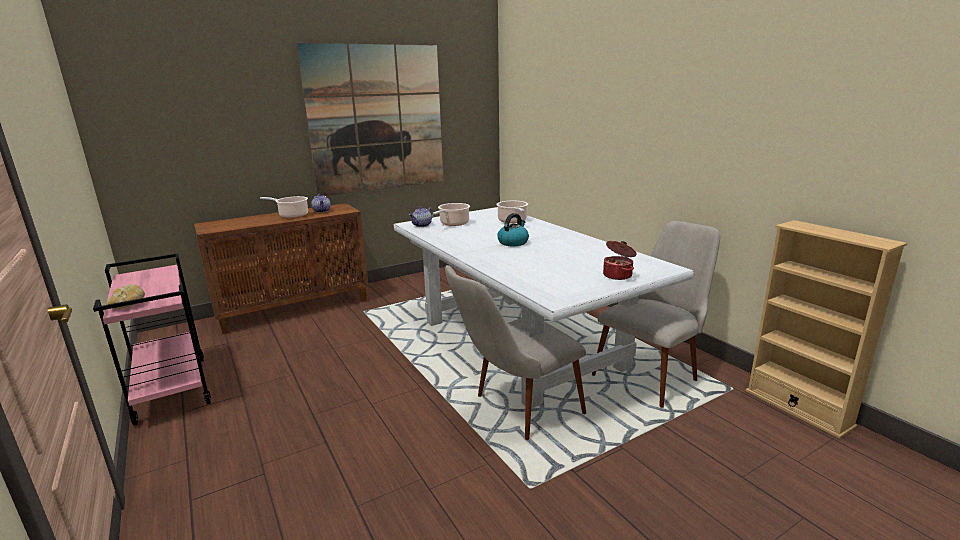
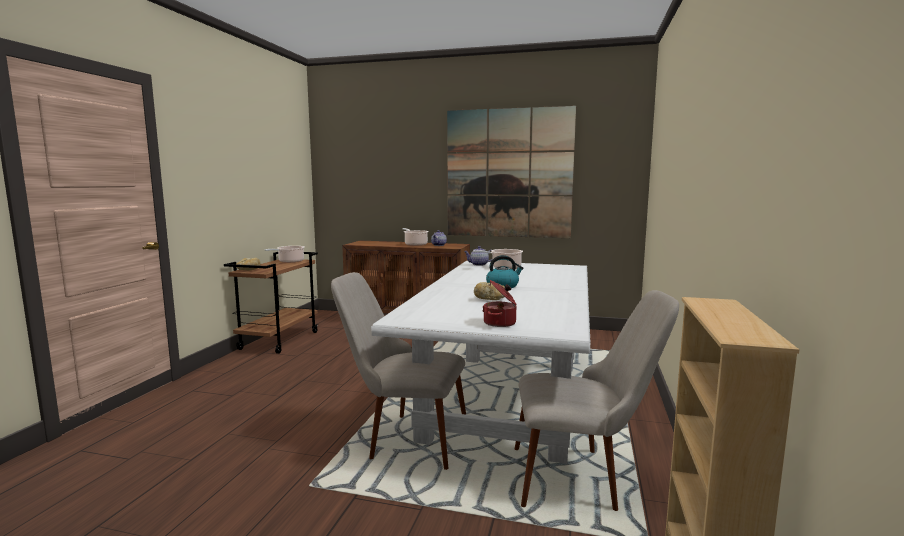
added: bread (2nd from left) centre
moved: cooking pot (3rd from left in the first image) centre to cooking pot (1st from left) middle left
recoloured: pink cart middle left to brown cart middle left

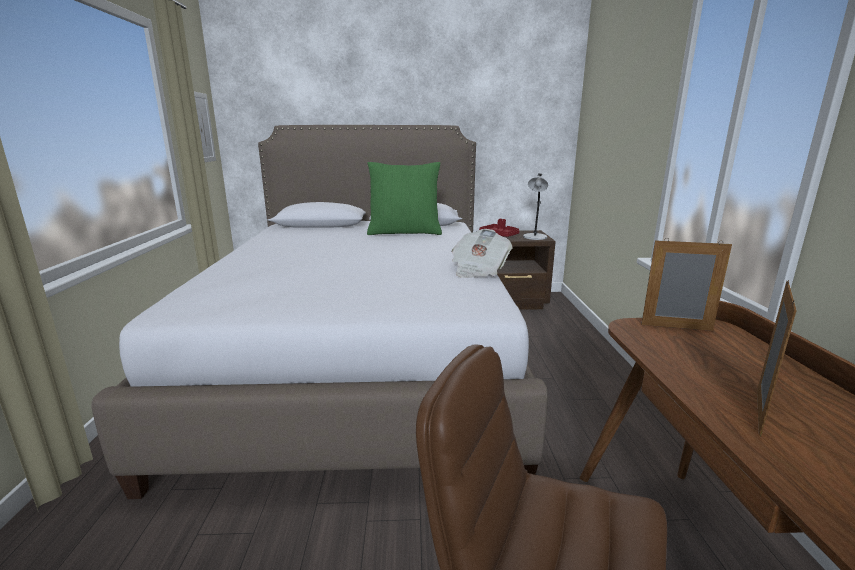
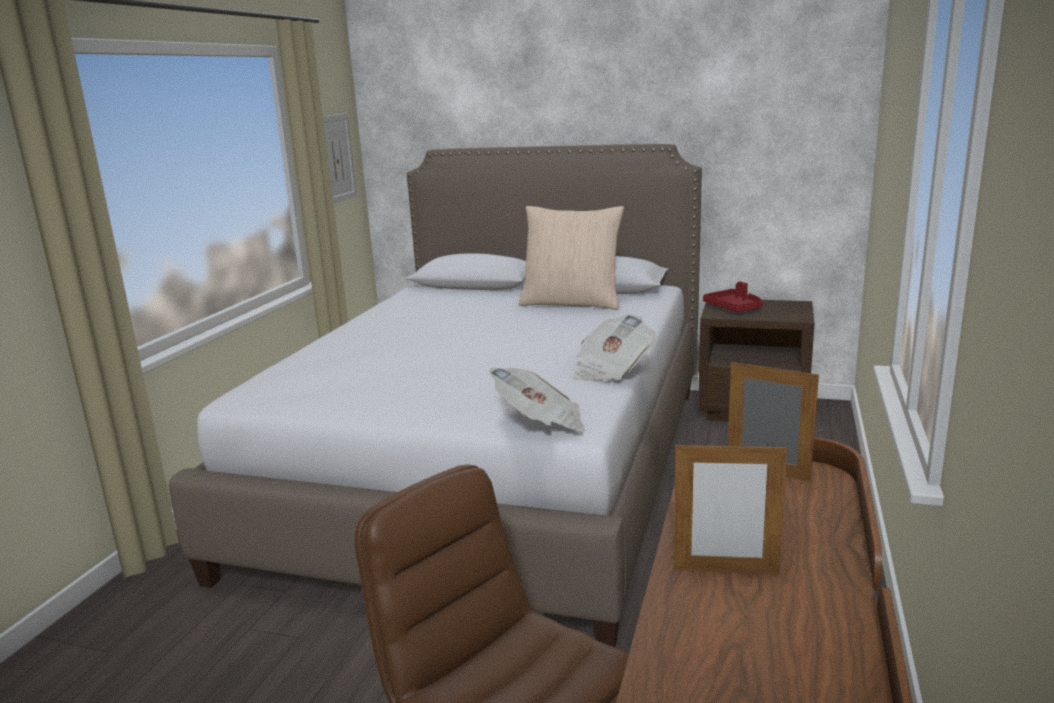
removed: grey table lamp centre
added: newspaper (1st from left) centre
recoloured: green pillow centre to beige pillow centre
turned: picture frame (2nd from left in the first image) middle right = bottom right 45 degrees clockwise

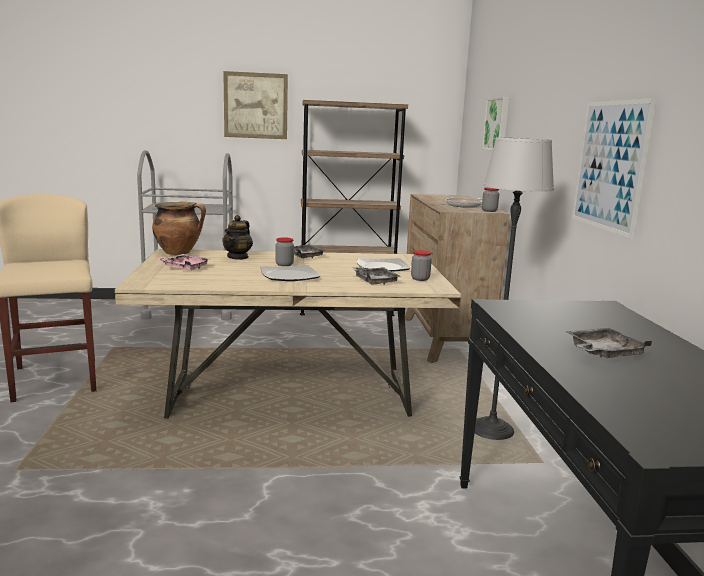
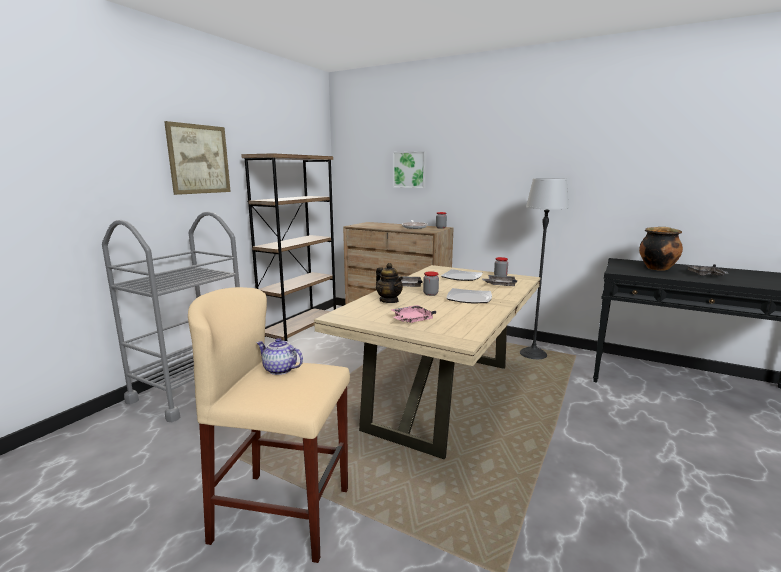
removed: picture (3rd from left) top right
added: teapot (1st from left) centre
moved: cooking pot middle left to middle right

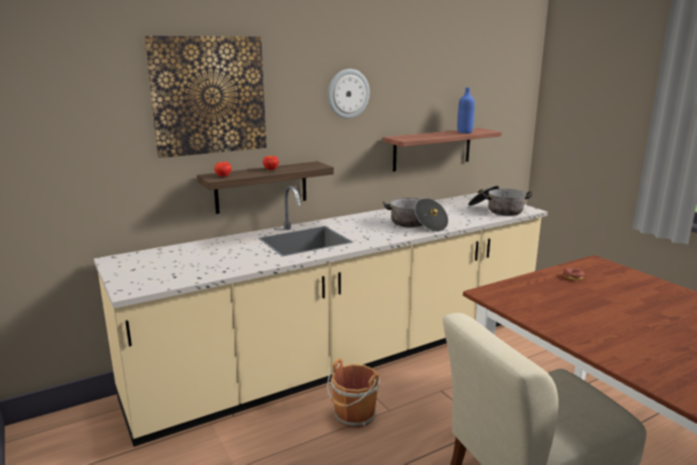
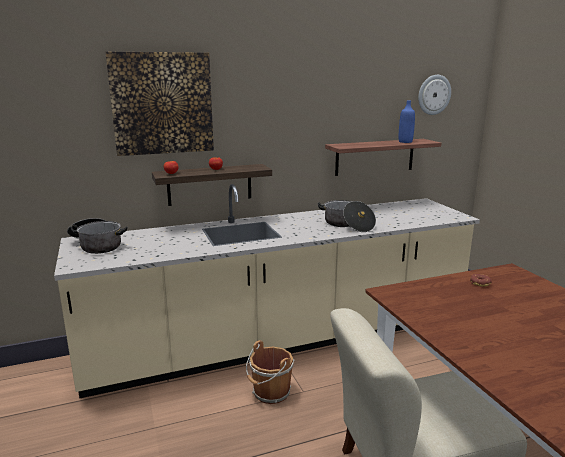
moved: cooking pot (2nd from left in the first image) middle right to cooking pot (1st from left) middle left; wall clock top centre to top right

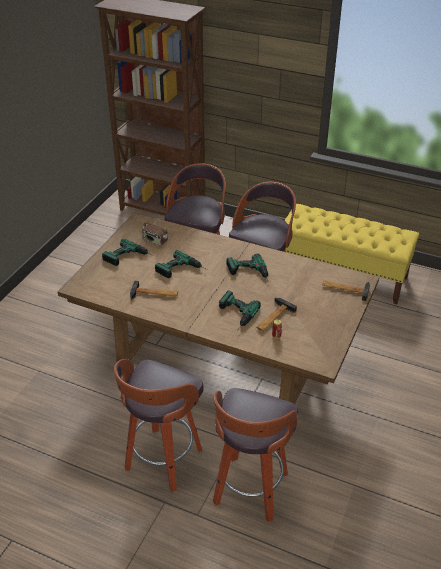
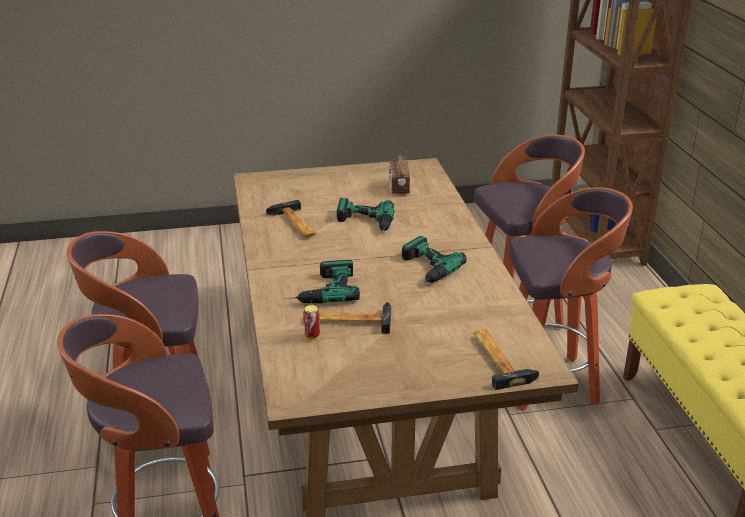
removed: power drill (1st from left) middle left

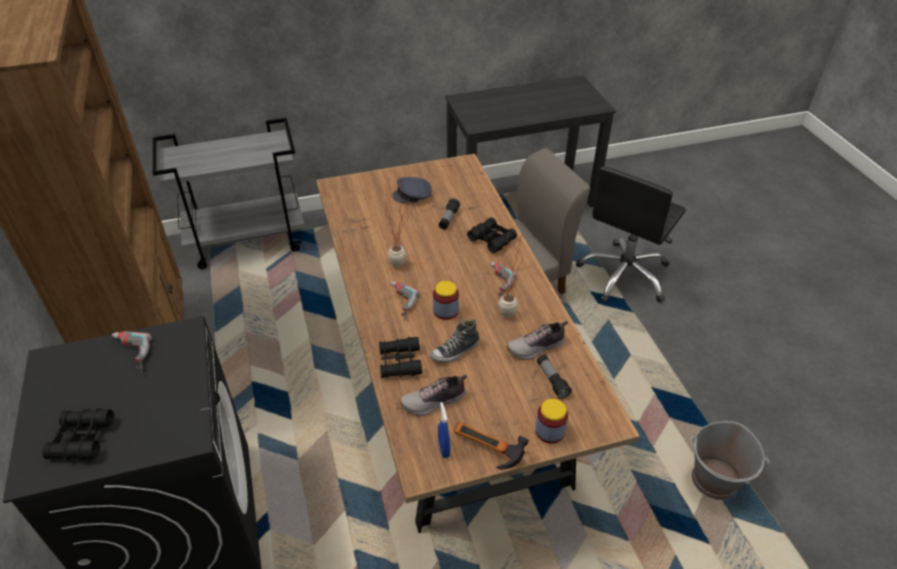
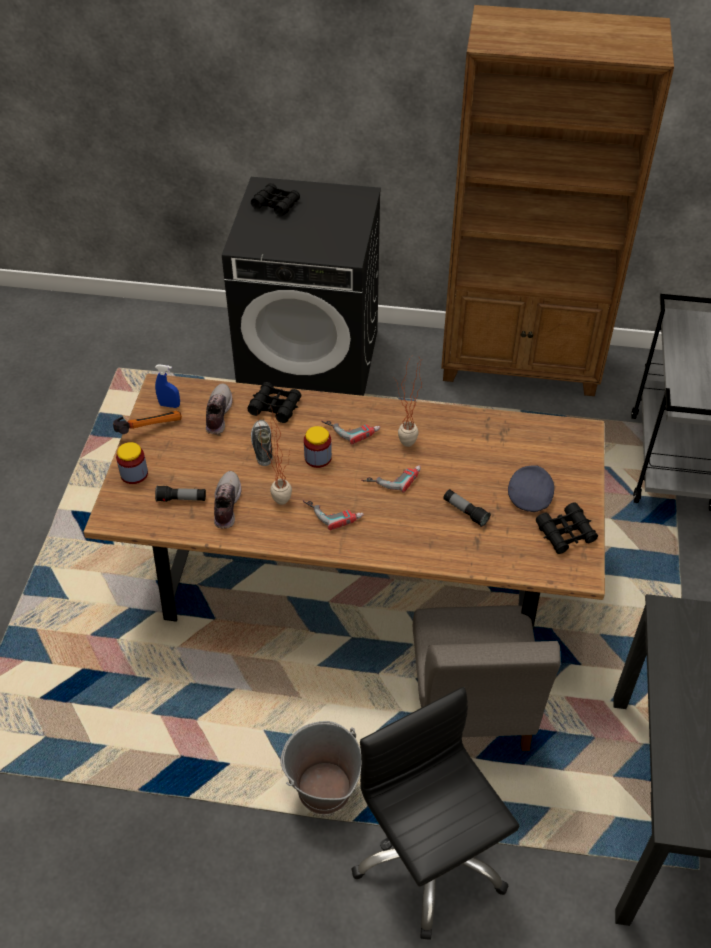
moved: grey bucket bottom right to bottom centre; power drill (1st from left in the first image) middle left to power drill (3rd from left) centre; black binoculars (3rd from left) centre to middle right

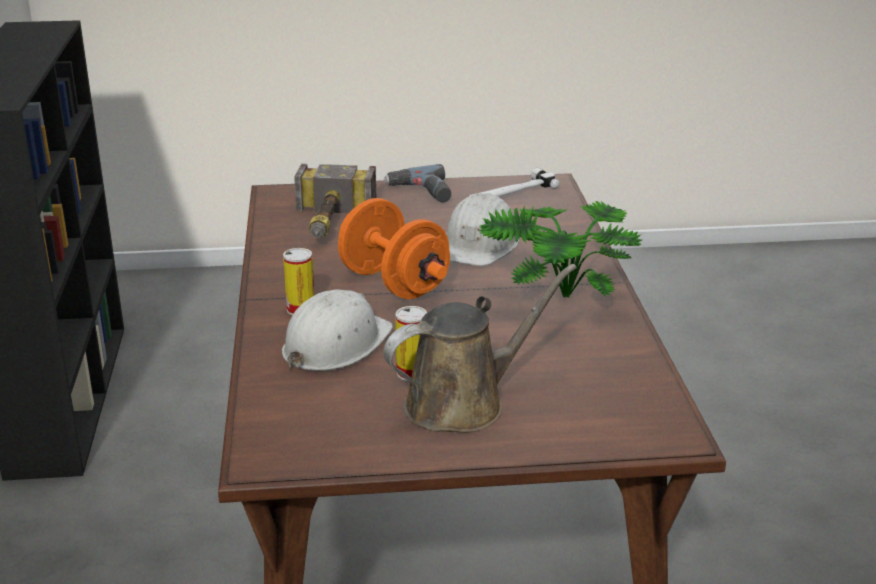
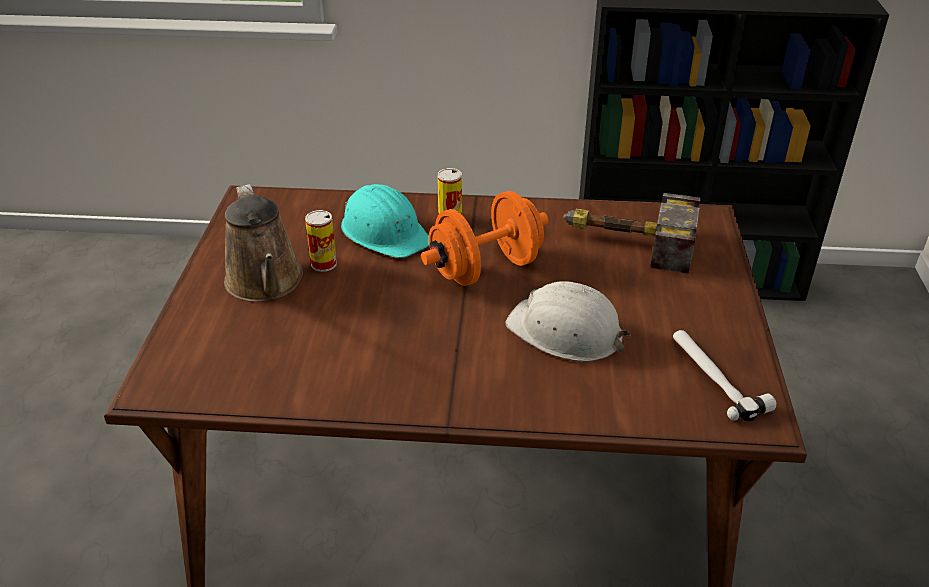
removed: power drill top centre; potted plant centre
recoloured: white hard hat (1st from left) centre to turquoise hard hat centre

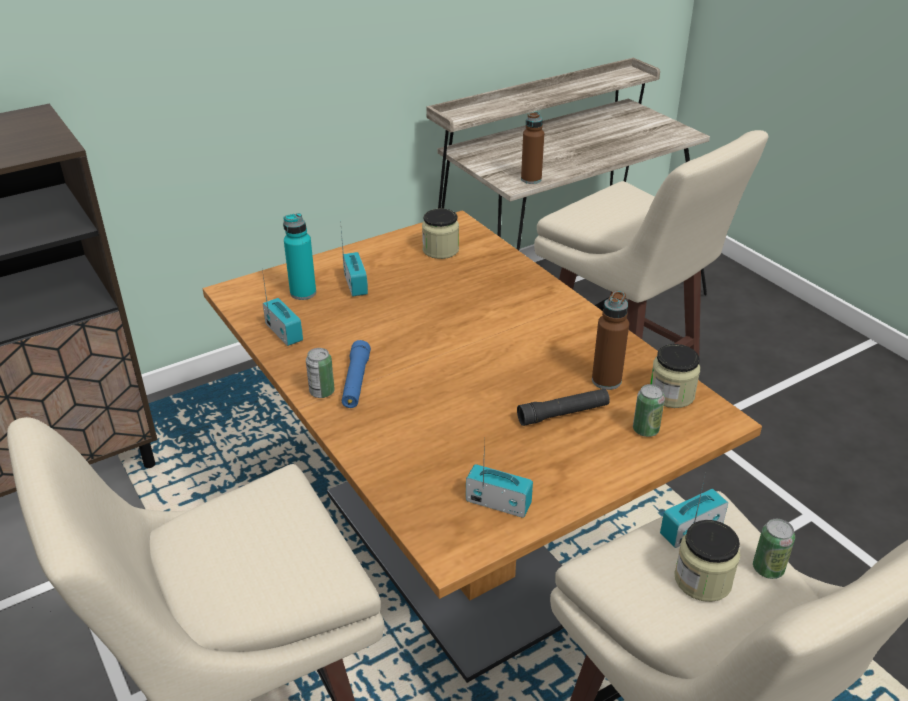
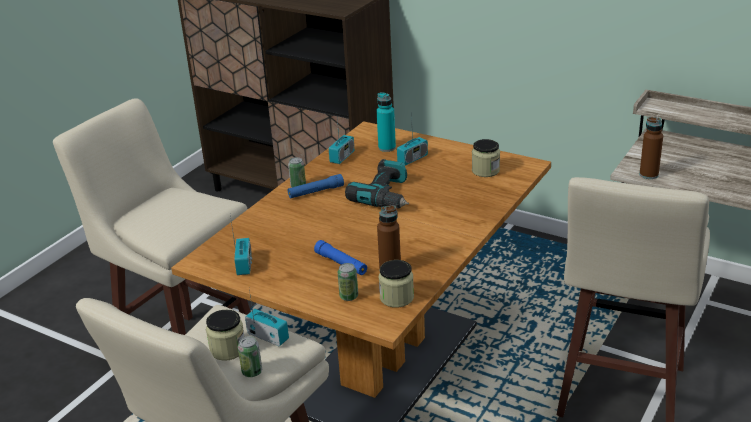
added: power drill centre
recoloured: black flashlight centre to blue flashlight (2nd from left) centre

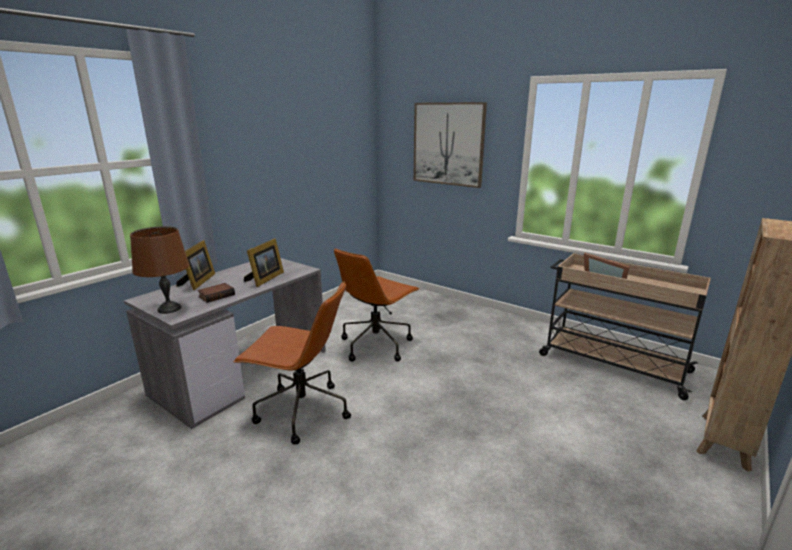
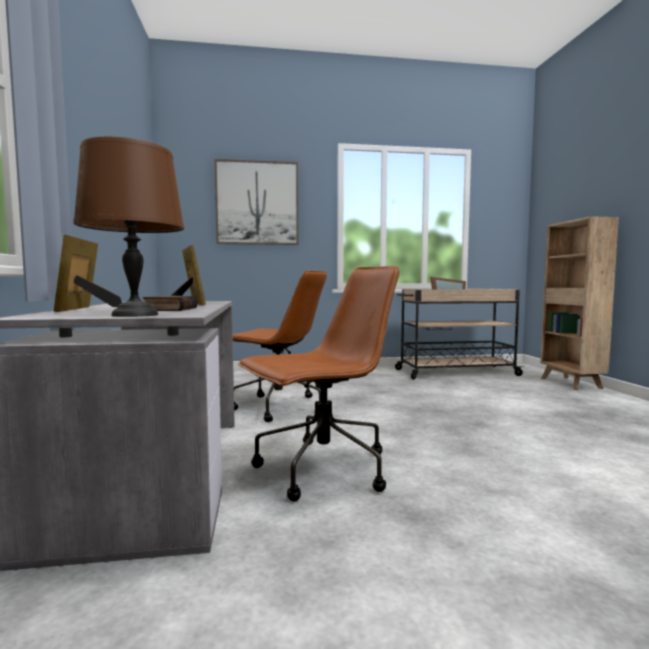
turned: picture frame (1st from left) middle left = middle left 150 degrees counterclockwise; brown office chair (2nd from left in the first image) centre = centre 60 degrees counterclockwise

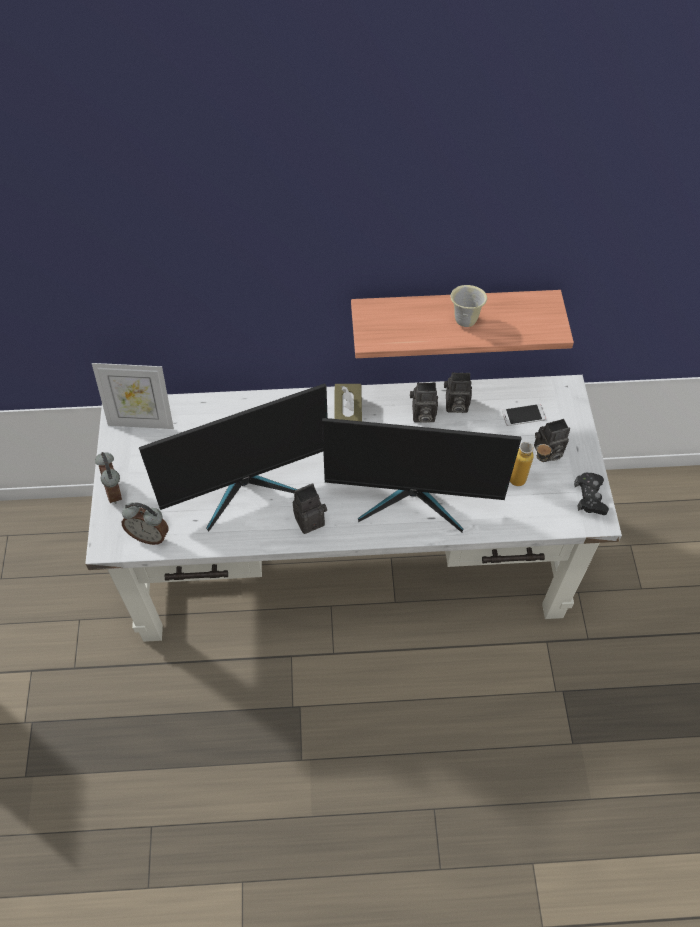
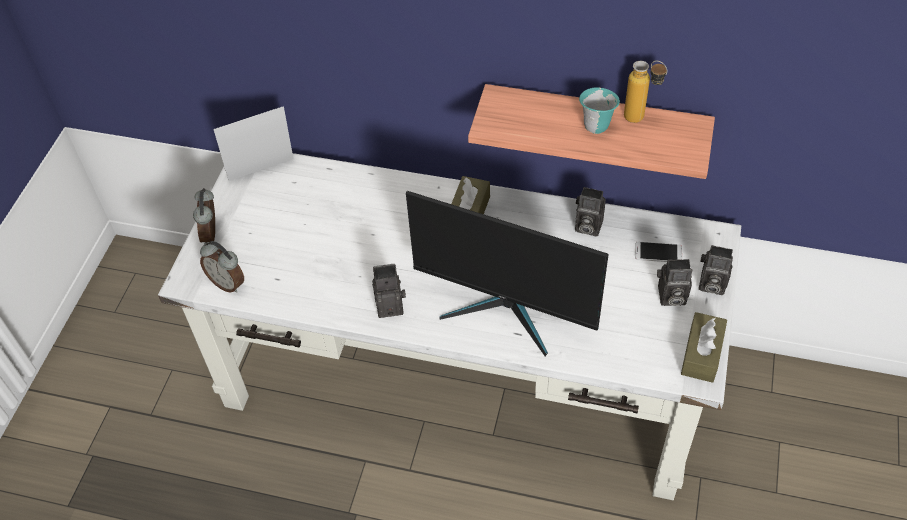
removed: monitor (1st from left) middle left
moved: bottle middle right to top right; photo camera (2nd from left in the first image) centre to photo camera (4th from left) middle right
replaced: black game controller middle right to brown tissue box (2nd from left) bottom right
recoloured: beige mug top right to turquoise mug top centre
turned: picture frame middle left = top left 135 degrees clockwise

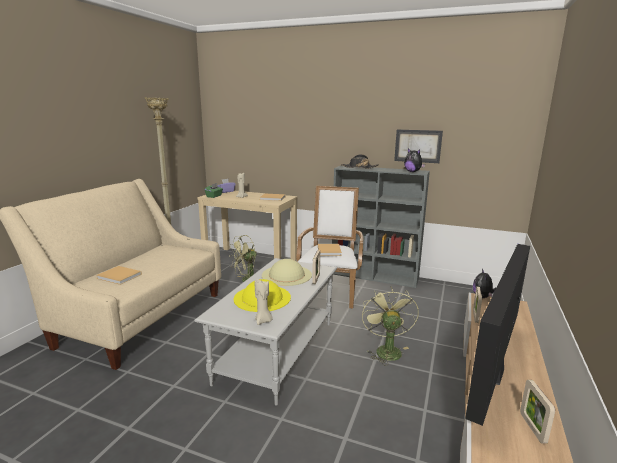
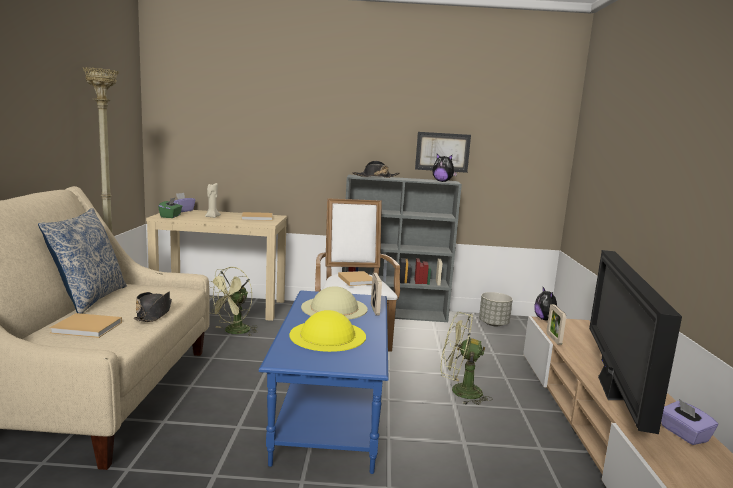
removed: beige candle (2nd from left) centre
added: pillow middle left; black hat (1st from left) middle left; grey planter middle right
replaced: picture frame (3rd from left) bottom right to purple tissue box (2nd from left) bottom right
recoloured: grey coffee table bottom centre to blue coffee table bottom centre
turned: green fan (2nd from left) bottom centre = bottom centre 60 degrees counterclockwise

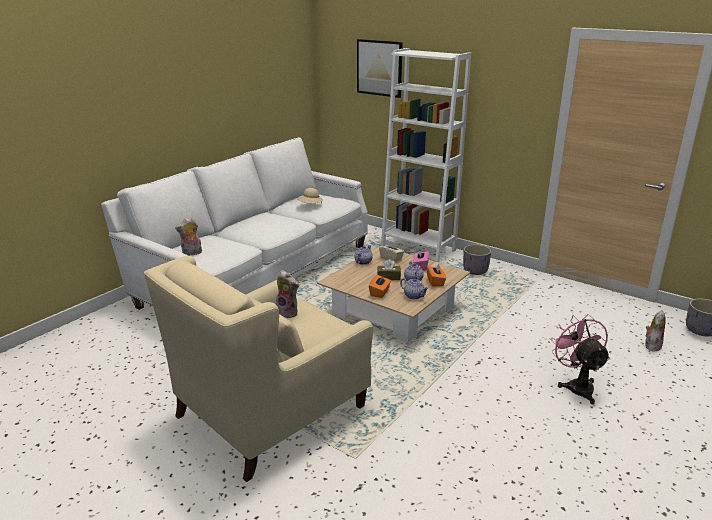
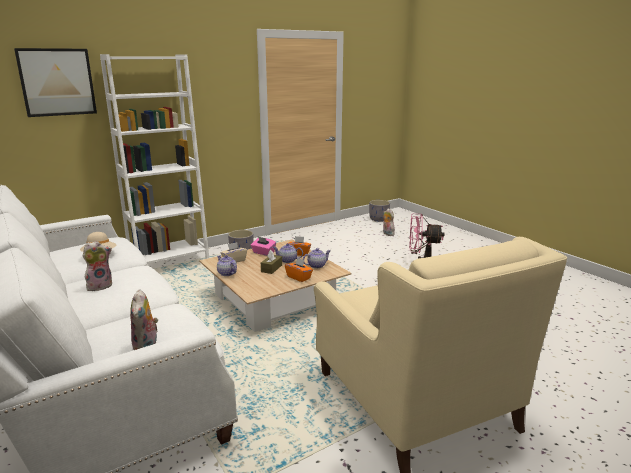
moved: plush toy (2nd from left in the first image) centre to plush toy (1st from left) middle left

